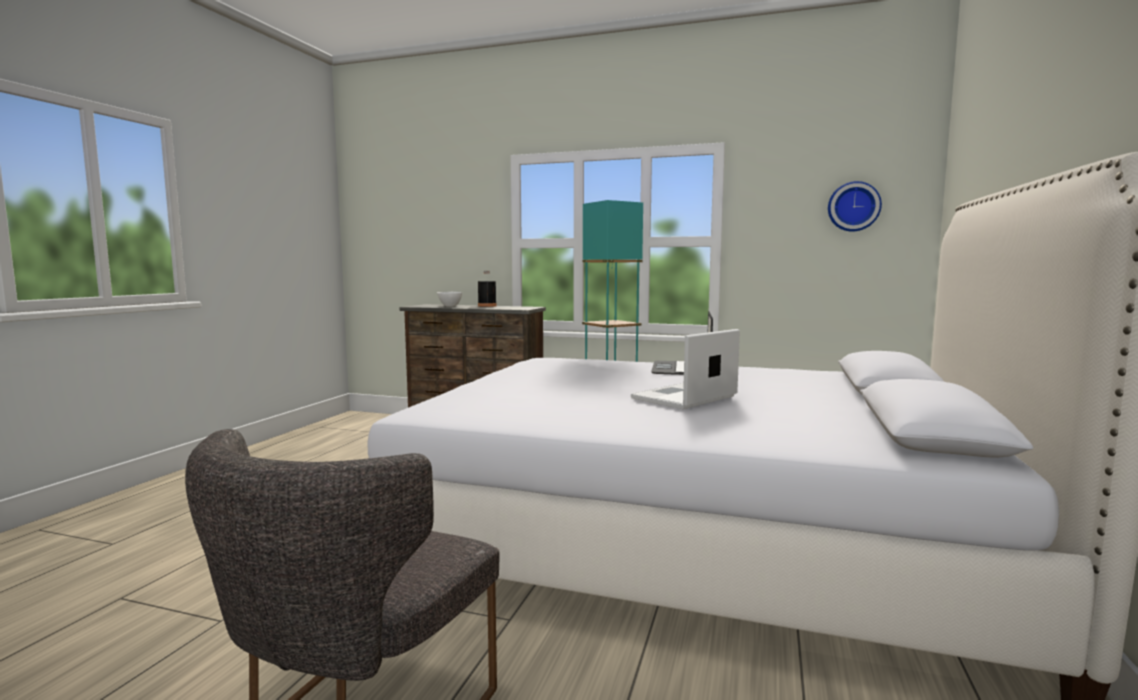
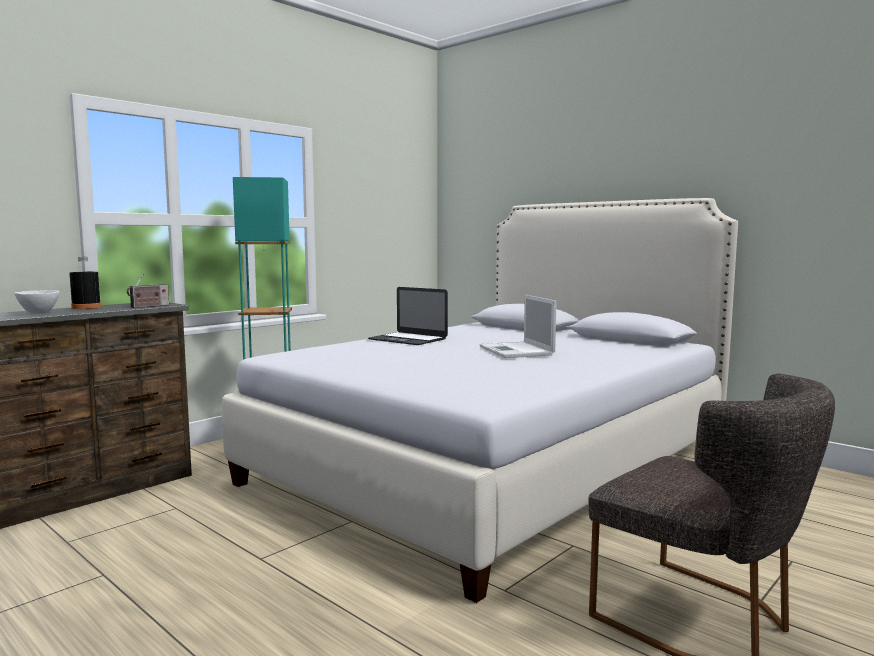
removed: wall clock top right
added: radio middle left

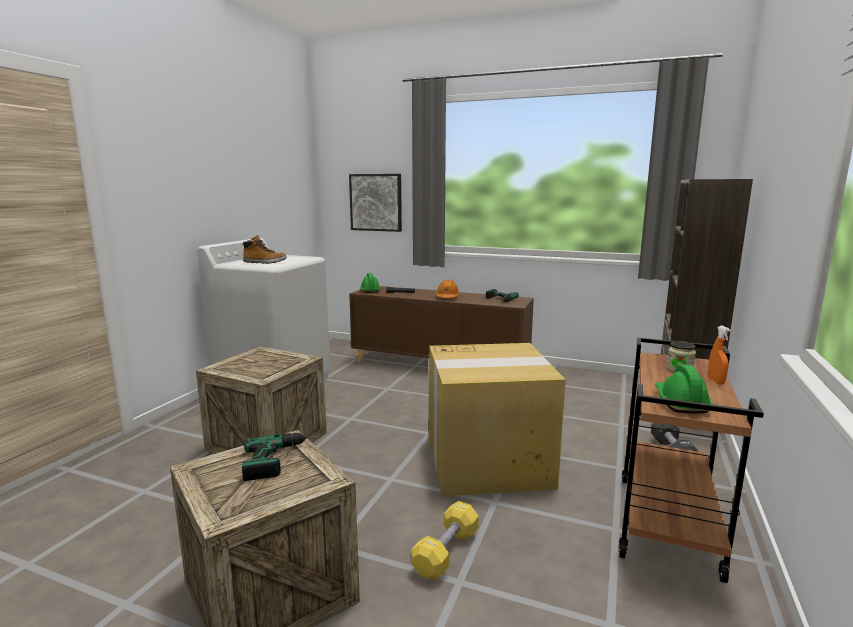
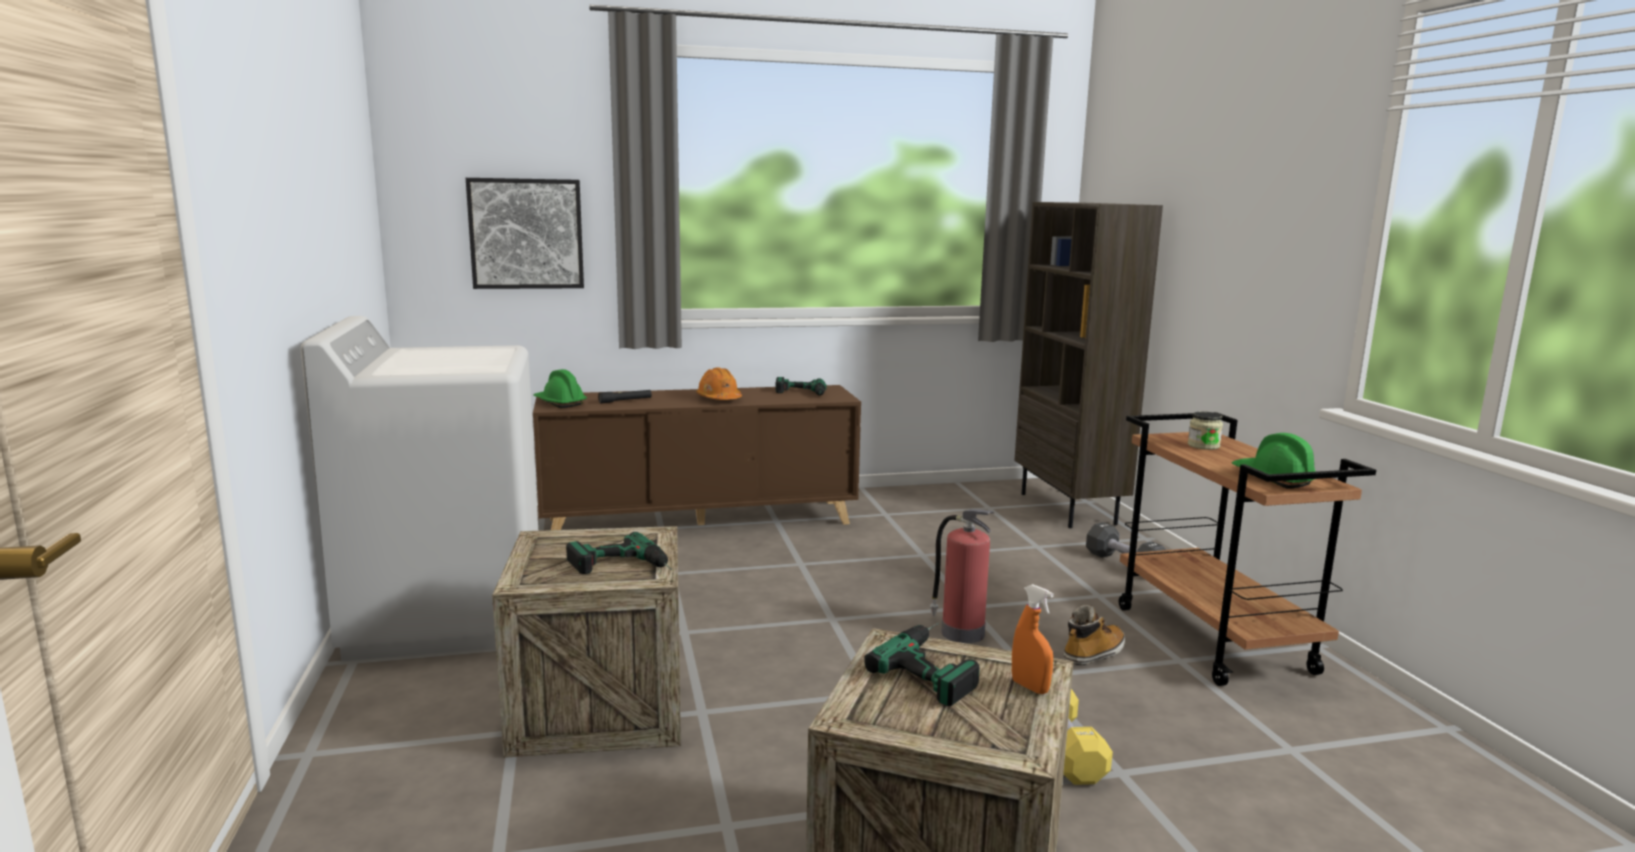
added: power drill (1st from left) centre
moved: orange spray bottle middle right to bottom centre; boot middle left to bottom right
replaced: cardboard box bottom centre to fire extinguisher bottom centre

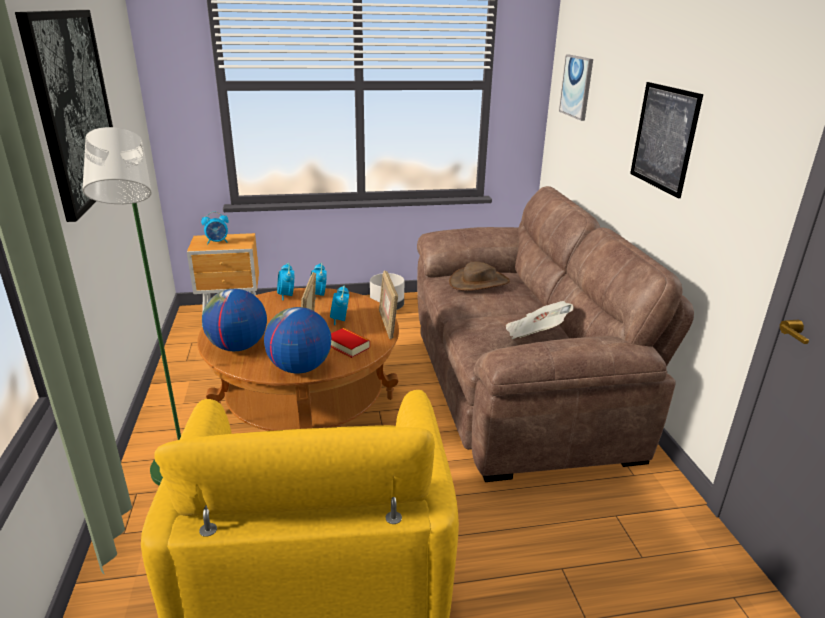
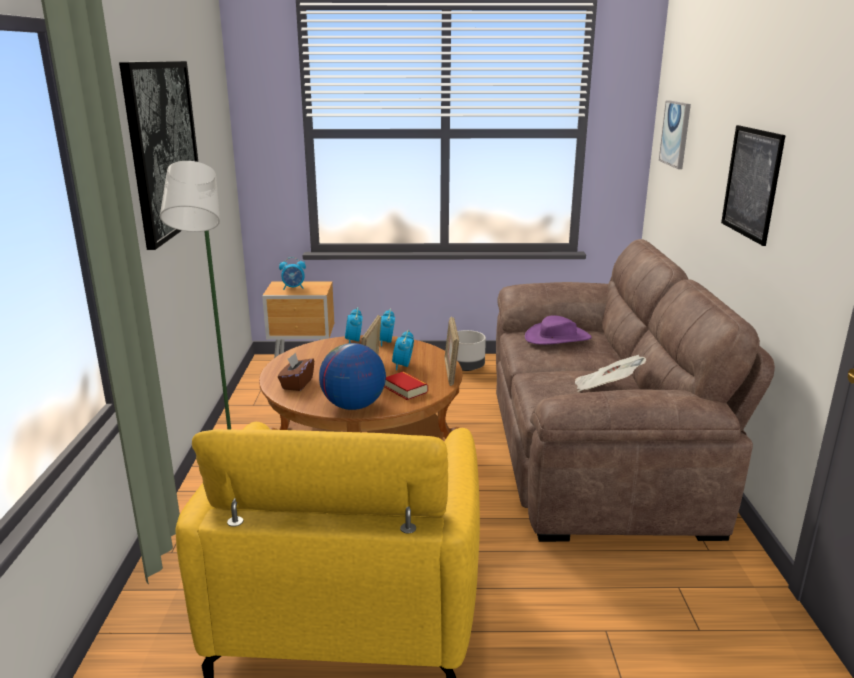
replaced: globe (1st from left) middle left to brown tissue box centre
recoloured: brown hat centre to purple hat centre

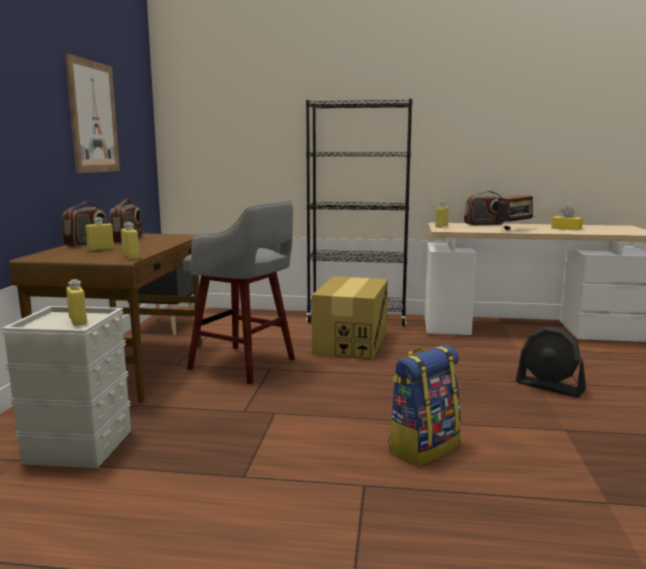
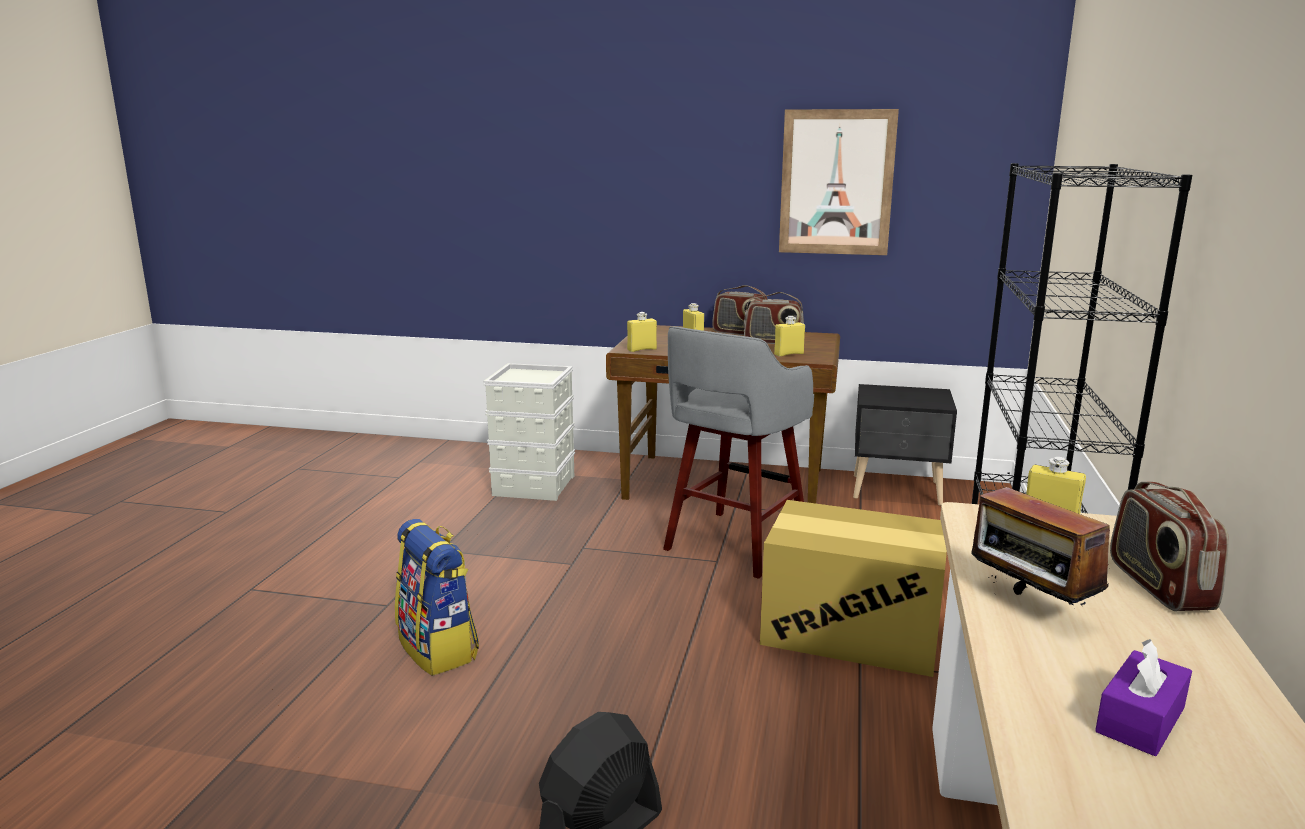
moved: yellow bottle (1st from left in the first image) middle left to yellow bottle (3rd from left) centre
recoloured: yellow tissue box middle right to purple tissue box bottom right

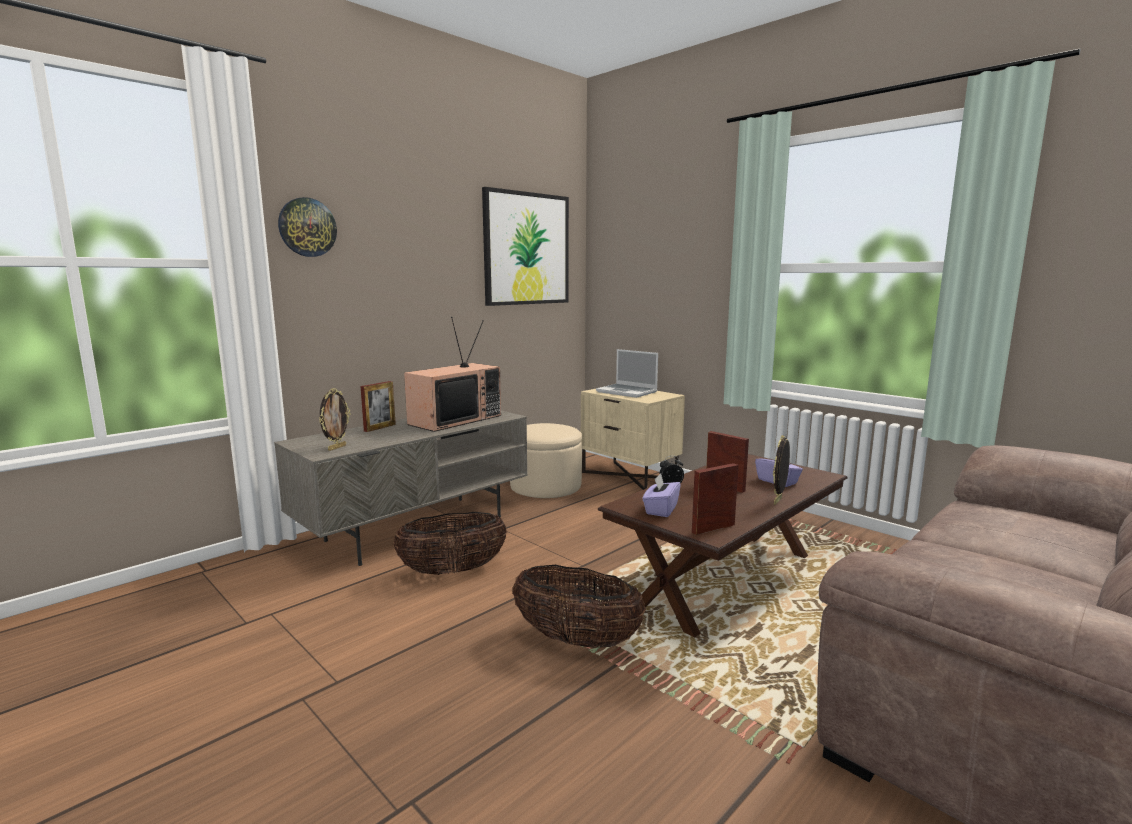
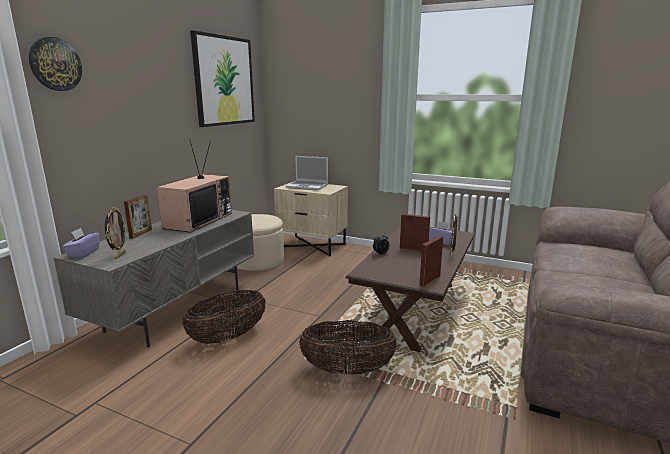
moved: purple tissue box (1st from left) centre to middle left

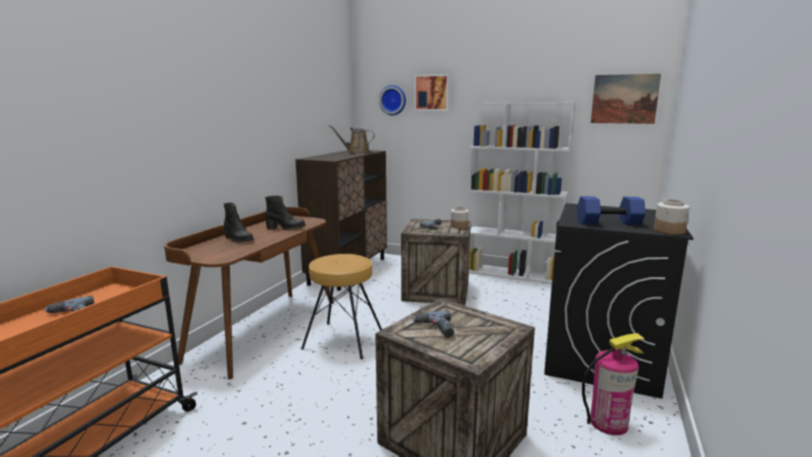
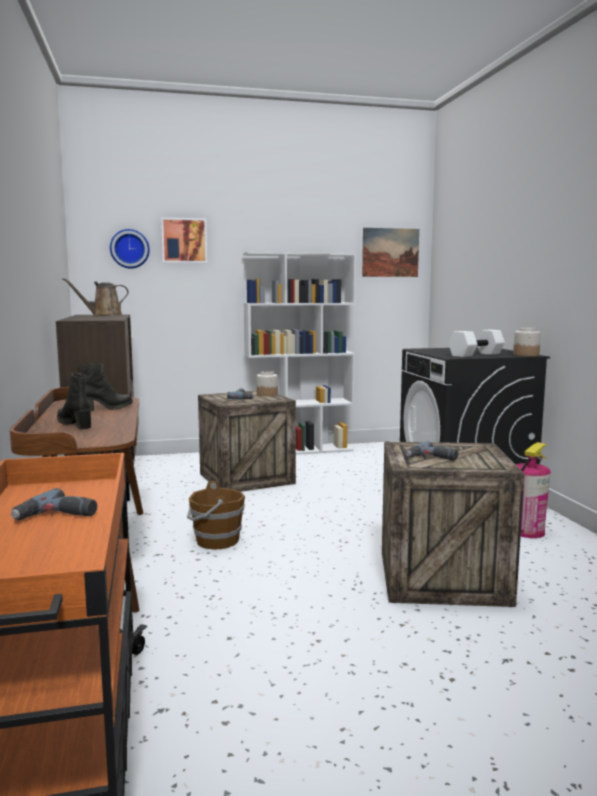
replaced: brown stool bottom centre to brown bucket centre
recoloured: blue dumbbell middle right to white dumbbell middle right
turned: black boot (1st from left) middle left = middle left 135 degrees counterclockwise

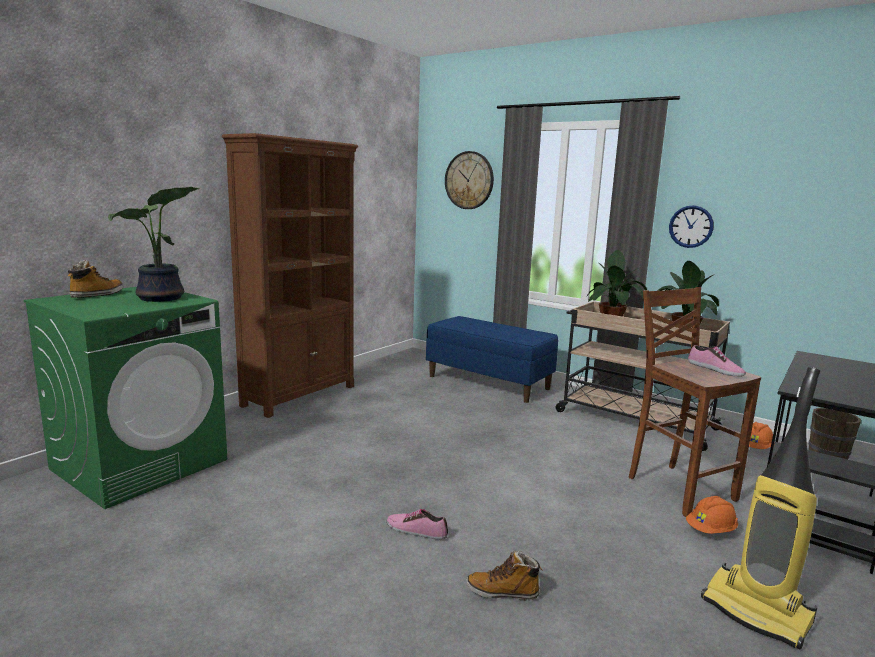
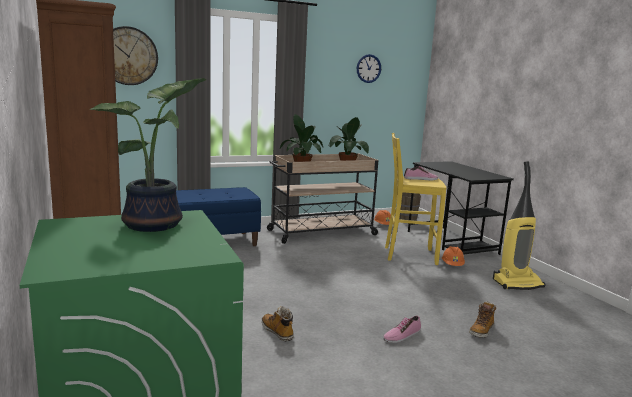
moved: boot (1st from left) middle left to bottom centre; wall clock (2nd from left) middle right to top centre
recoloured: brown stool middle right to yellow stool centre

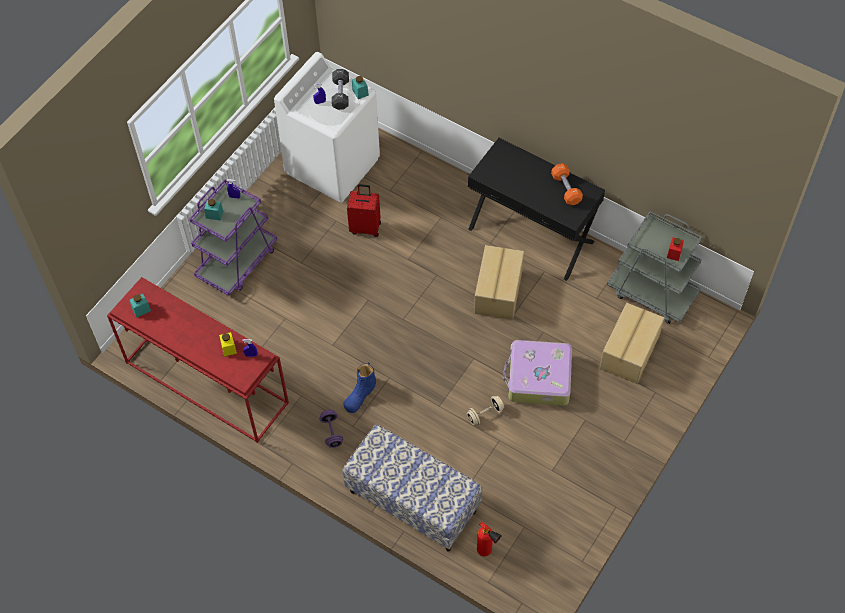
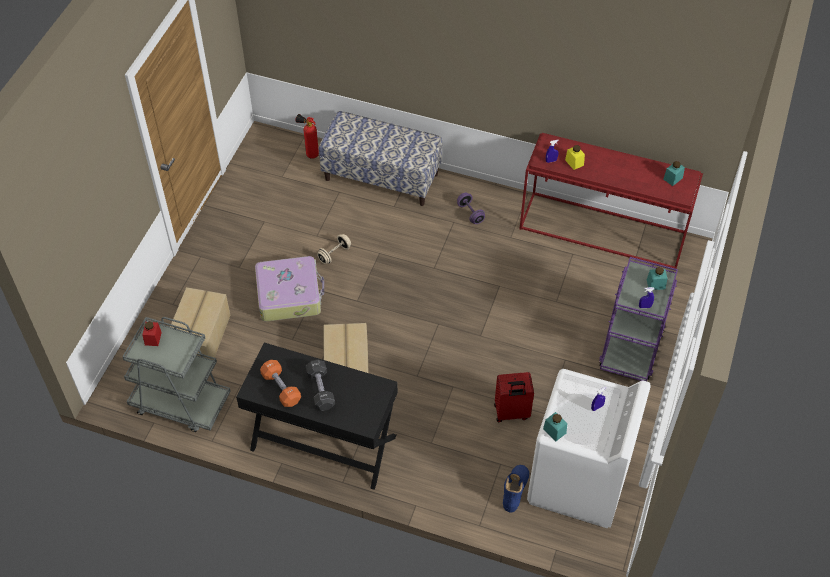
moved: black dumbbell top centre to bottom centre; blue boot centre to bottom centre

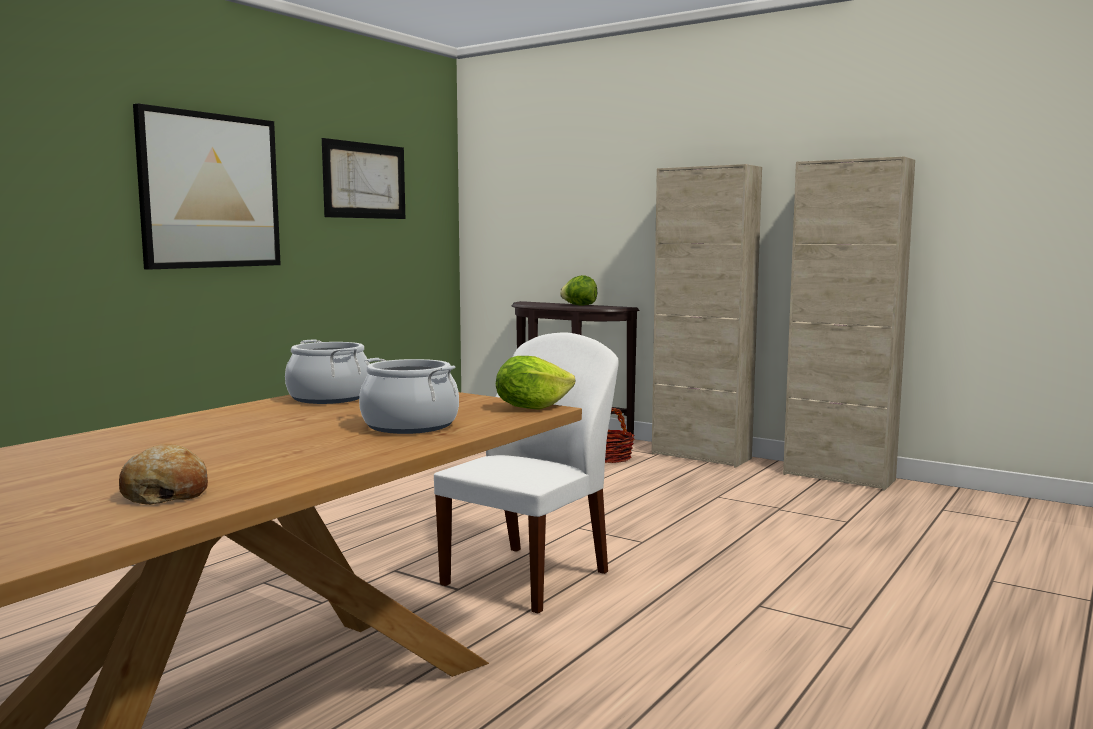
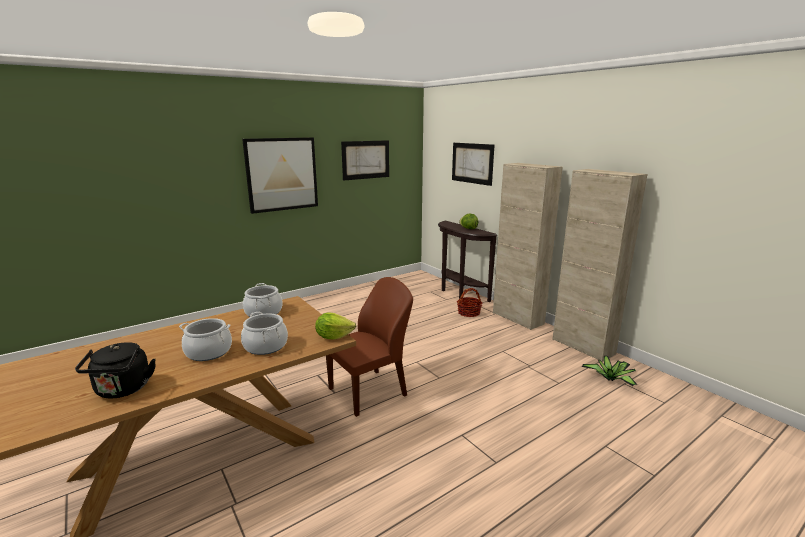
added: cooking pot (1st from left) middle left; picture (3rd from left) top centre; potted plant bottom right
replaced: bread middle left to black kettle bottom left
recoloured: white chair centre to brown chair centre

